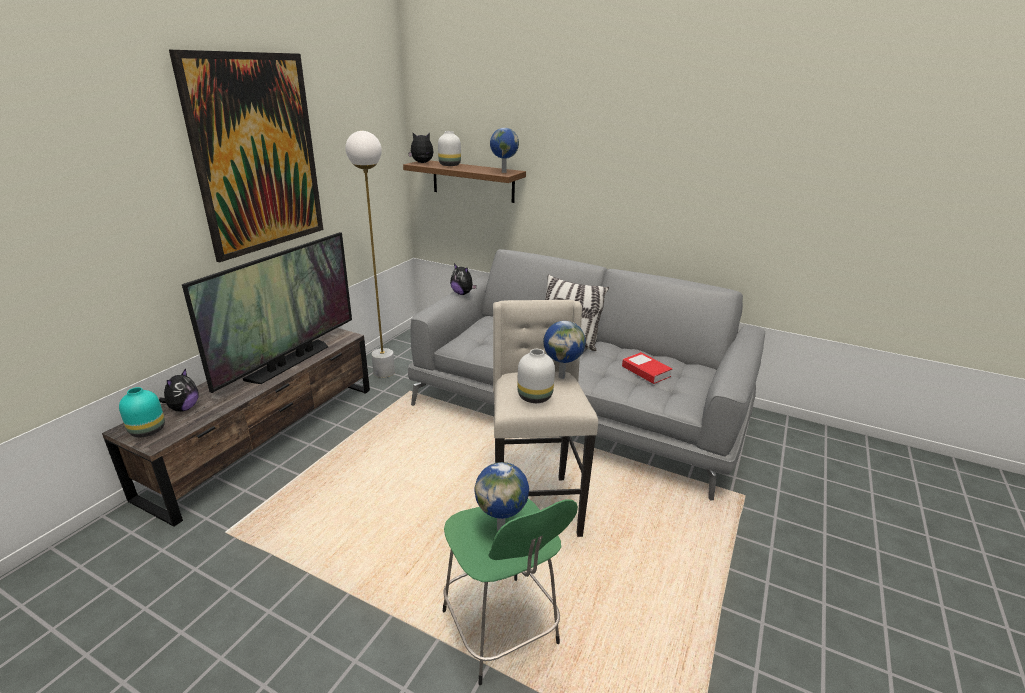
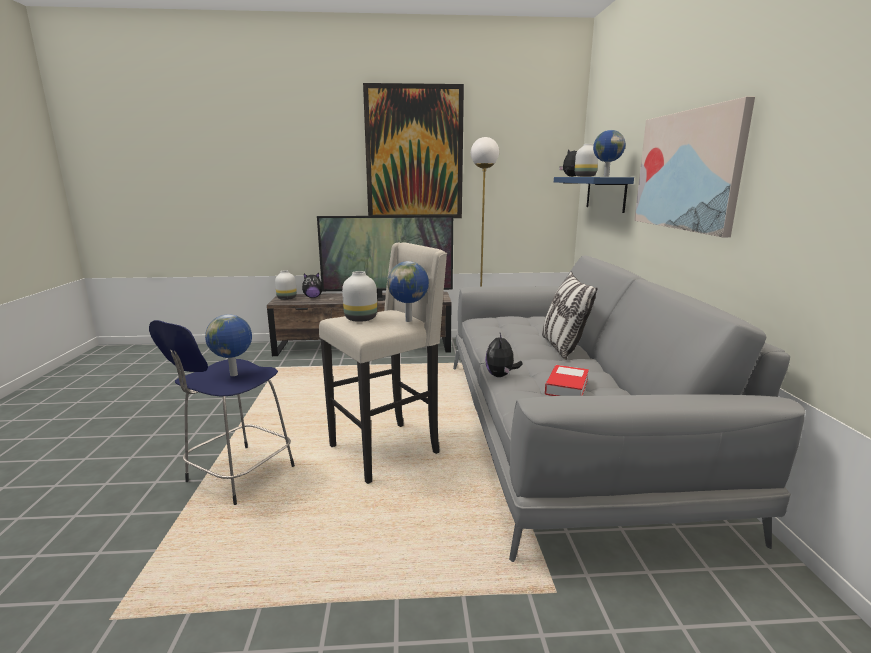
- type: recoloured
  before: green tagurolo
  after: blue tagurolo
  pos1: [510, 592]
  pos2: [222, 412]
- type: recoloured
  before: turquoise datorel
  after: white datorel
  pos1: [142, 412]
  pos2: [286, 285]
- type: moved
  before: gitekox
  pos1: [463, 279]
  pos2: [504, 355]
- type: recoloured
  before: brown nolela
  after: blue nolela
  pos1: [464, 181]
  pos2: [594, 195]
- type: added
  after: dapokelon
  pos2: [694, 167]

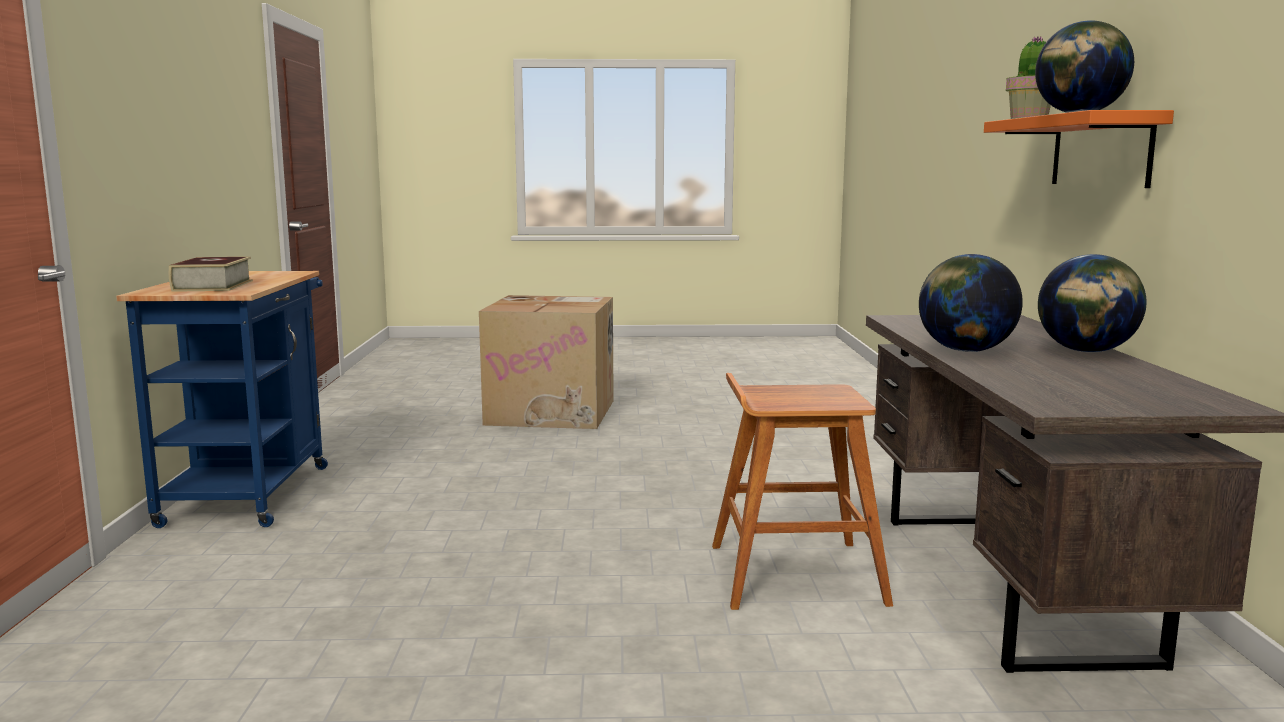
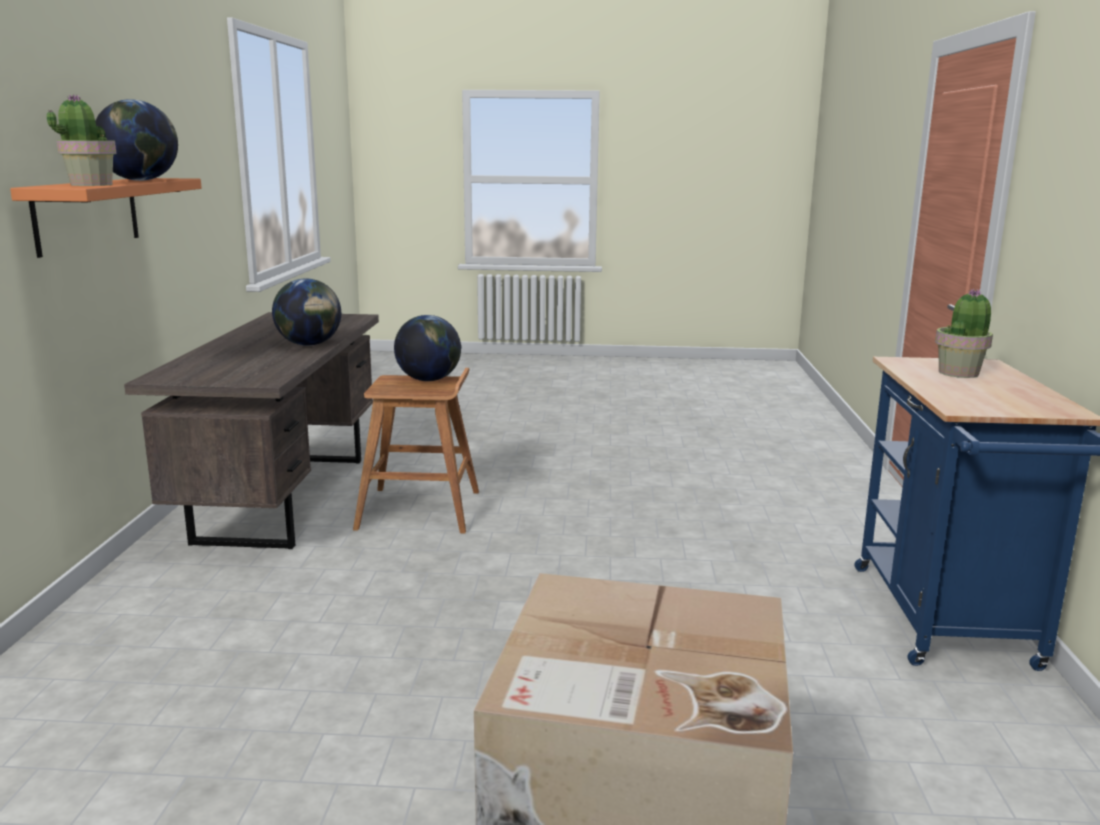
- type: moved
  before: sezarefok
  pos1: [1092, 303]
  pos2: [427, 348]
- type: replaced
  before: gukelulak
  after: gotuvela
  pos1: [211, 274]
  pos2: [964, 333]

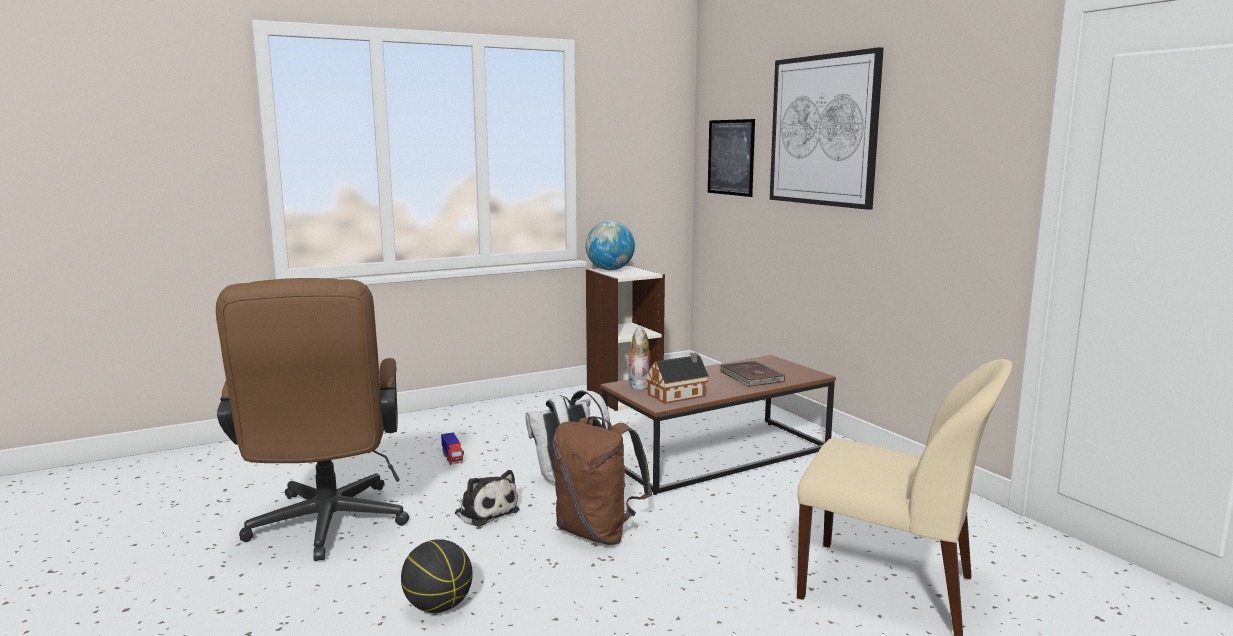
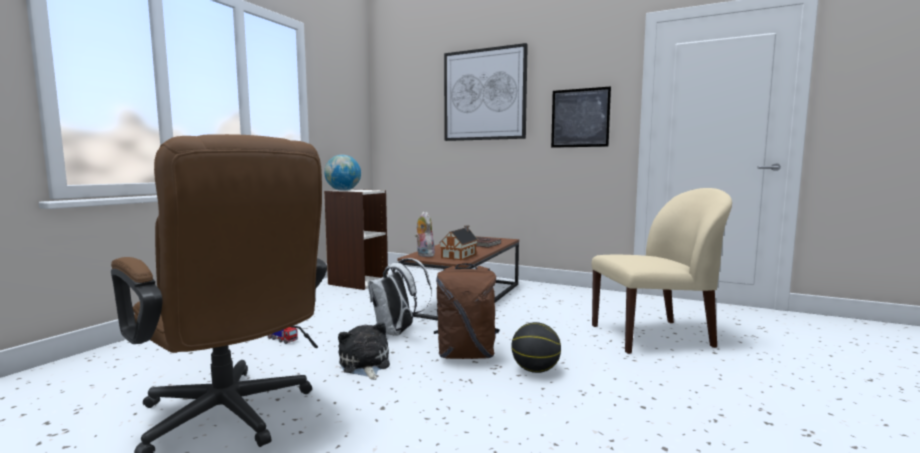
- type: turned
  before: gitekox
  pos1: [487, 498]
  pos2: [364, 351]
  turn: -120
- type: moved
  before: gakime
  pos1: [437, 576]
  pos2: [536, 347]
- type: moved
  before: dapokelon
  pos1: [731, 158]
  pos2: [581, 117]

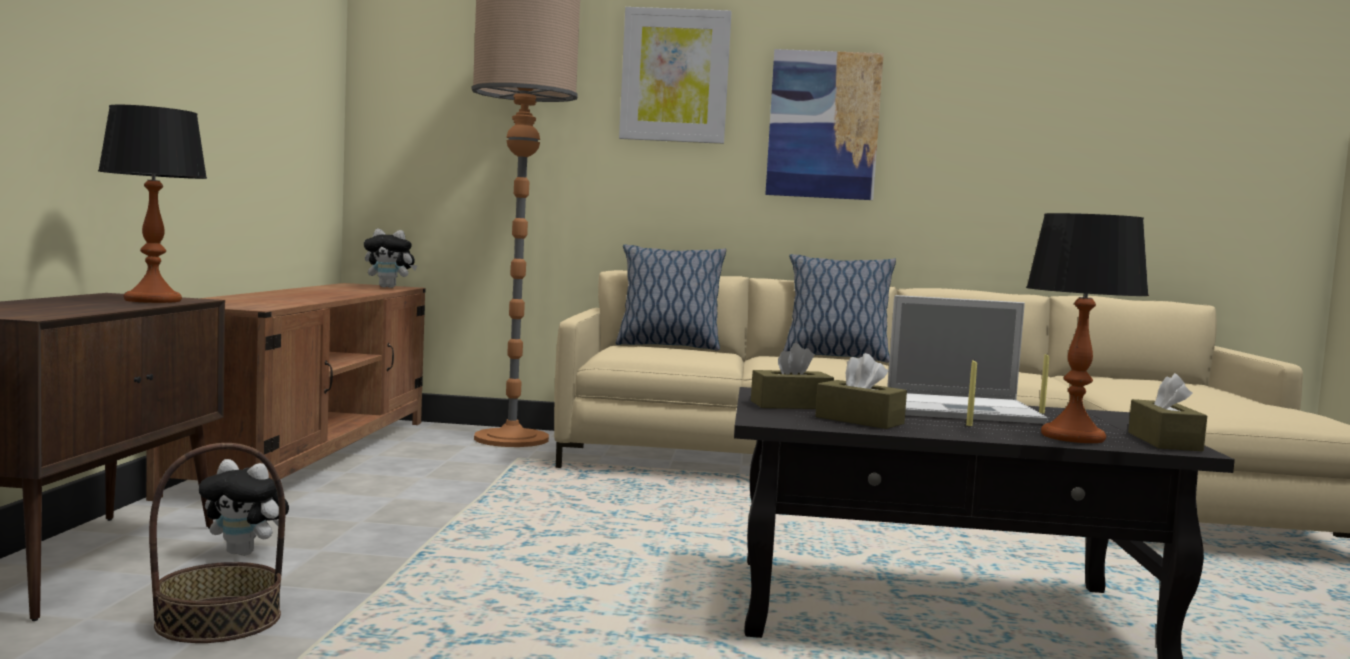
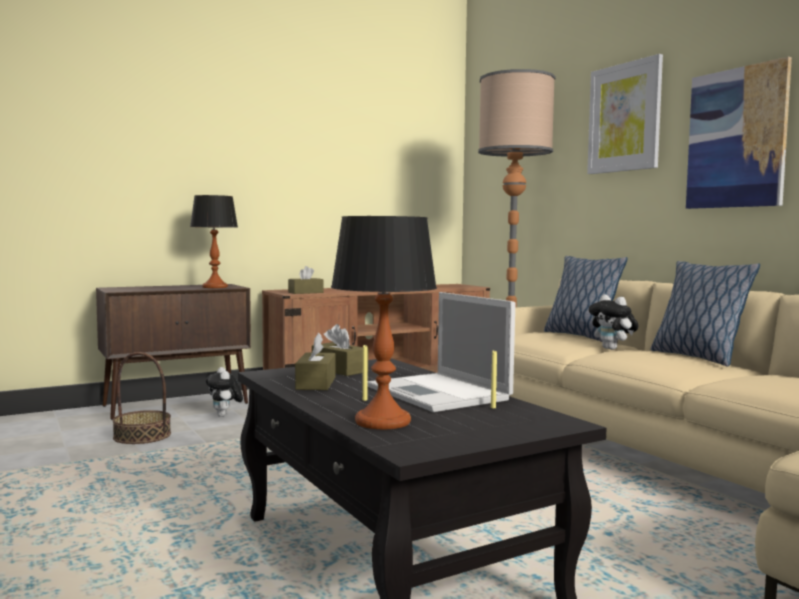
- type: moved
  before: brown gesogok
  pos1: [1167, 412]
  pos2: [306, 280]
- type: moved
  before: gitekox
  pos1: [391, 258]
  pos2: [614, 322]

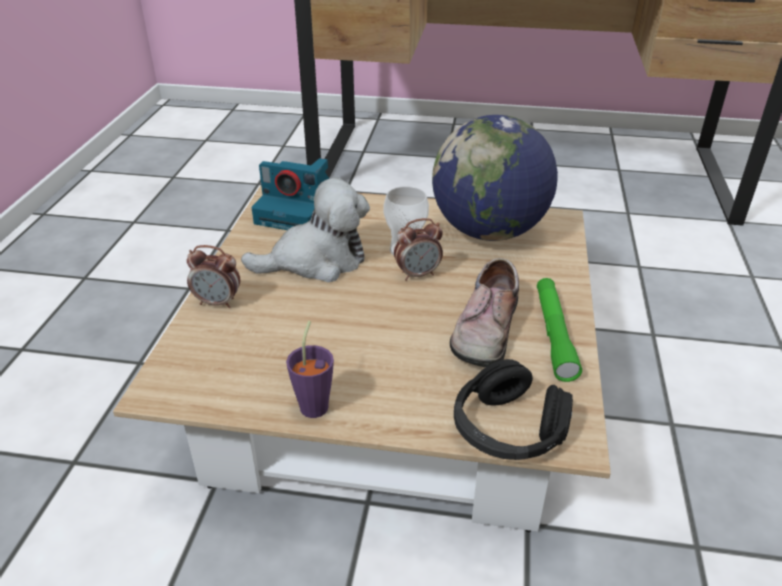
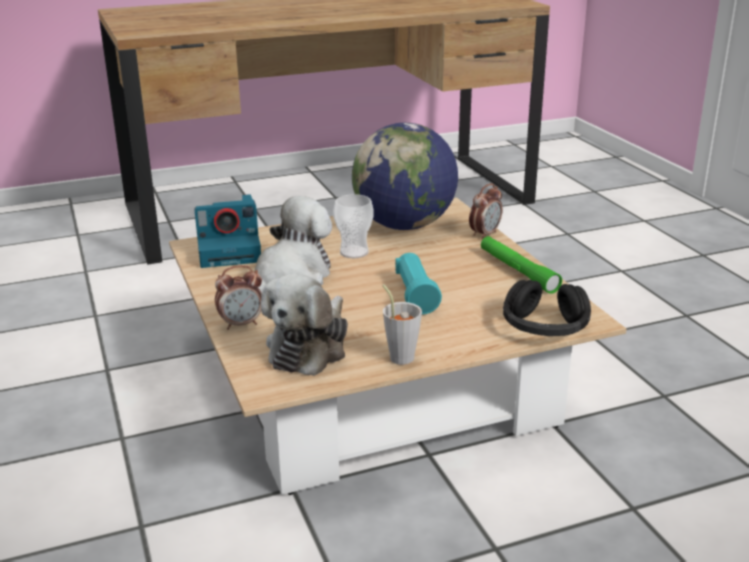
- type: added
  after: gitekox
  pos2: [304, 325]
- type: recoloured
  before: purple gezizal
  after: grey gezizal
  pos1: [310, 369]
  pos2: [402, 324]
- type: added
  after: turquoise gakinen
  pos2: [418, 283]
- type: moved
  before: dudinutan
  pos1: [418, 249]
  pos2: [486, 211]
- type: removed
  before: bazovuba
  pos1: [484, 313]

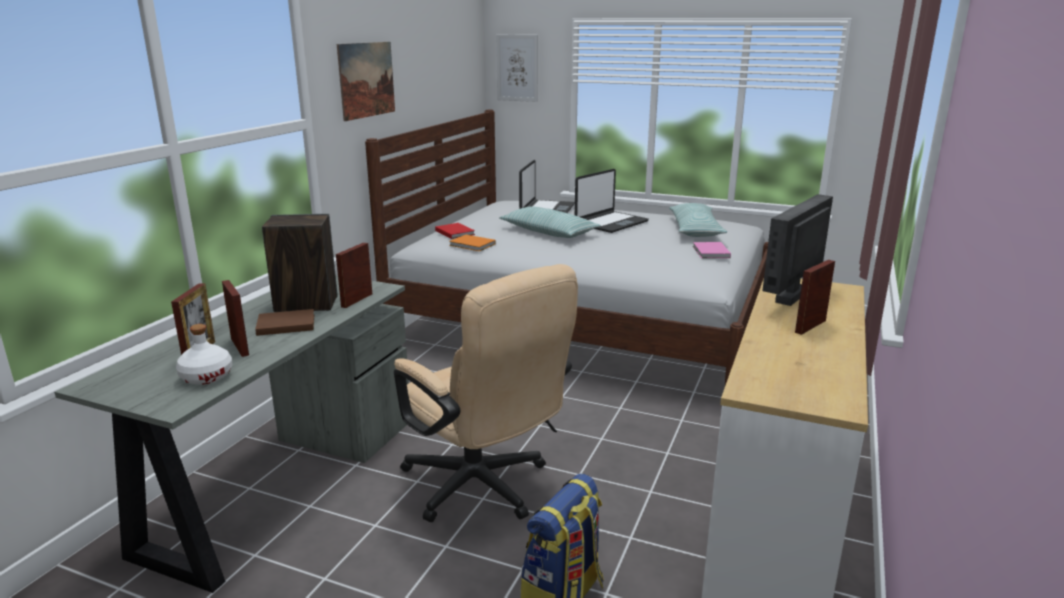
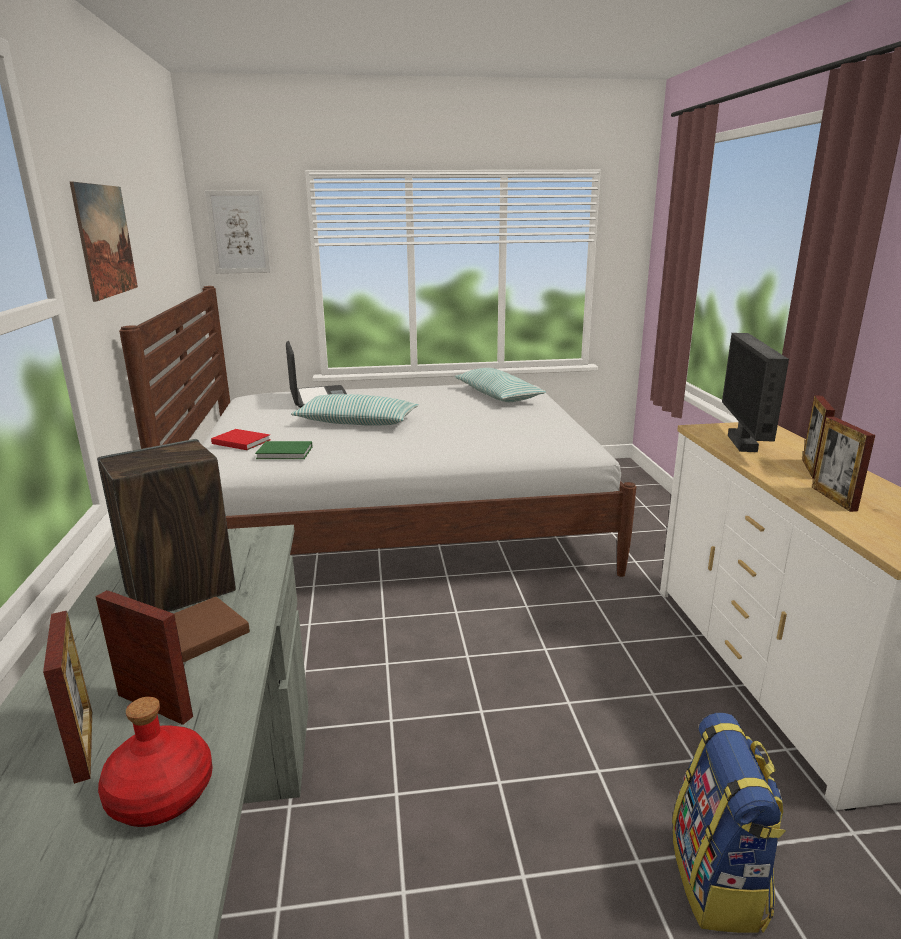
- type: recoloured
  before: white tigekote
  after: red tigekote
  pos1: [204, 354]
  pos2: [155, 762]
- type: recoloured
  before: orange gukelulak
  after: green gukelulak
  pos1: [472, 243]
  pos2: [284, 450]
- type: moved
  before: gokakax
  pos1: [354, 275]
  pos2: [843, 464]
- type: removed
  before: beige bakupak
  pos1: [486, 393]
- type: removed
  before: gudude
  pos1: [612, 201]
- type: removed
  before: pink gukelulak
  pos1: [712, 250]

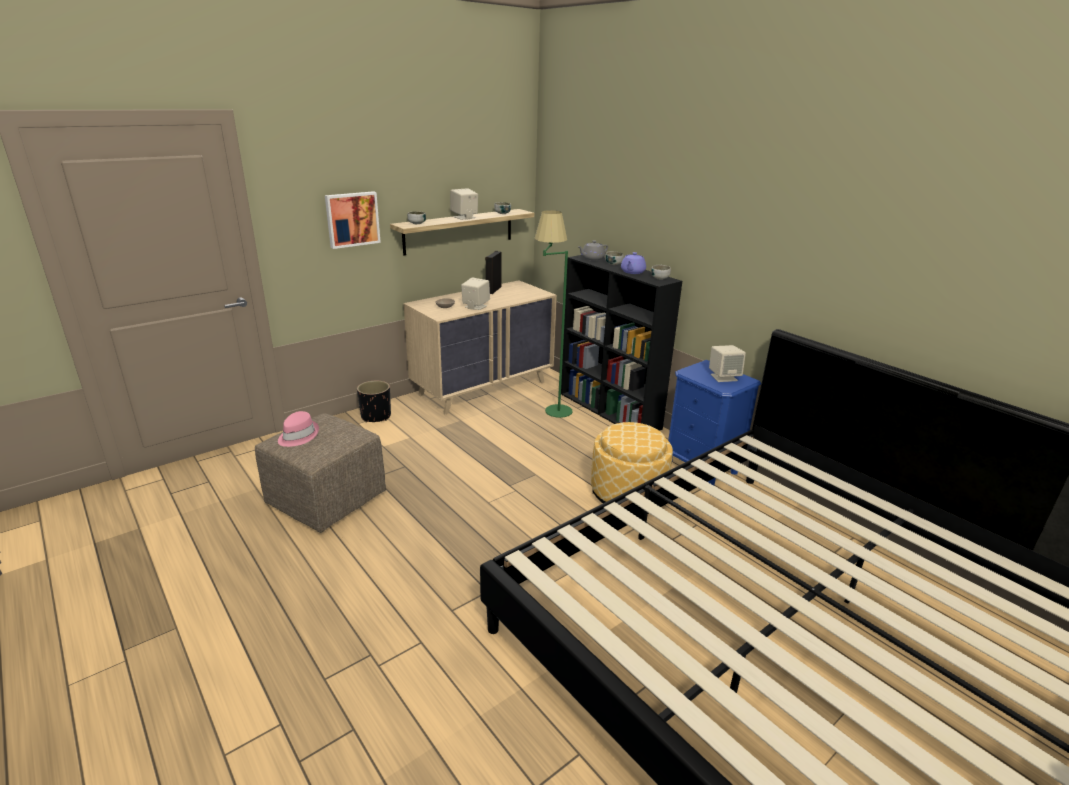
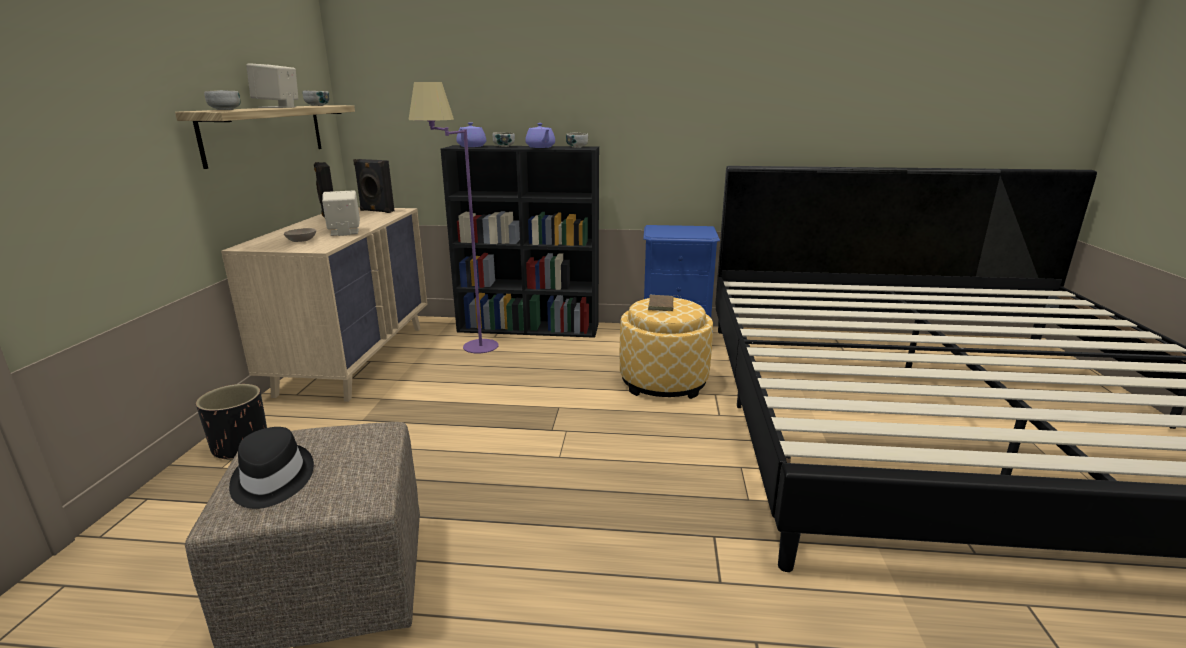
- type: recoloured
  before: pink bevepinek
  after: black bevepinek
  pos1: [298, 429]
  pos2: [271, 468]
- type: added
  after: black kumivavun
  pos2: [374, 186]
- type: recoloured
  before: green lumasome
  after: purple lumasome
  pos1: [554, 314]
  pos2: [453, 217]
- type: recoloured
  before: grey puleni
  after: purple puleni
  pos1: [593, 250]
  pos2: [471, 134]
- type: added
  after: brown gukelulak
  pos2: [664, 303]
- type: removed
  before: dapokelon
  pos1: [353, 220]
- type: removed
  before: beige kumivavun
  pos1: [727, 363]

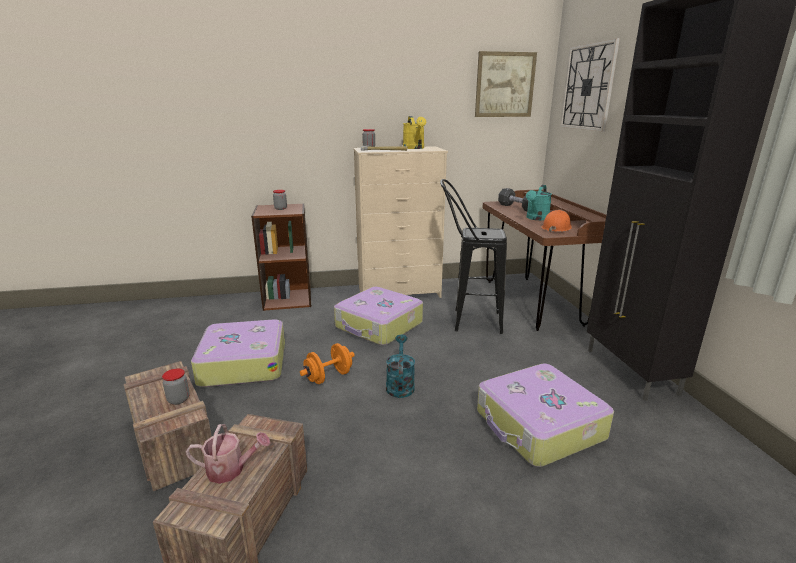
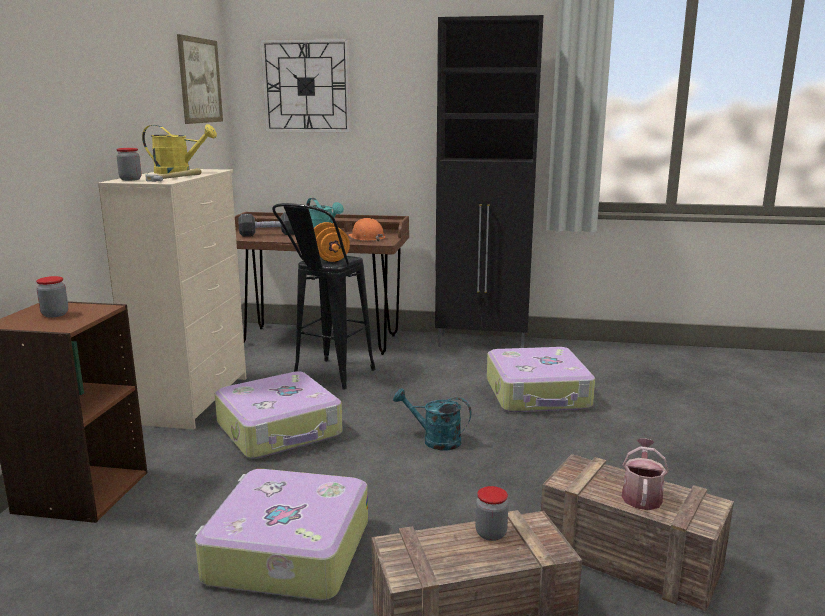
- type: moved
  before: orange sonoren
  pos1: [327, 363]
  pos2: [332, 242]

